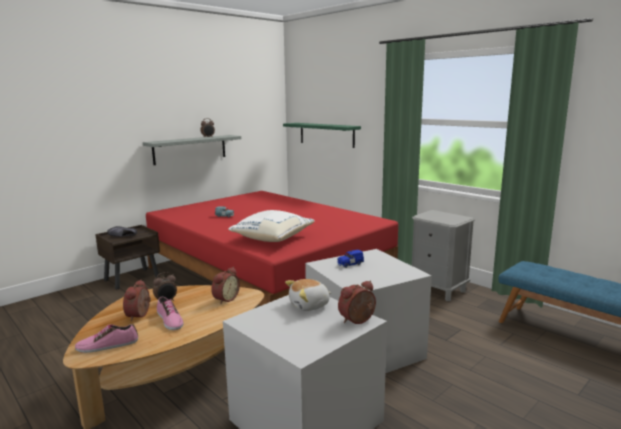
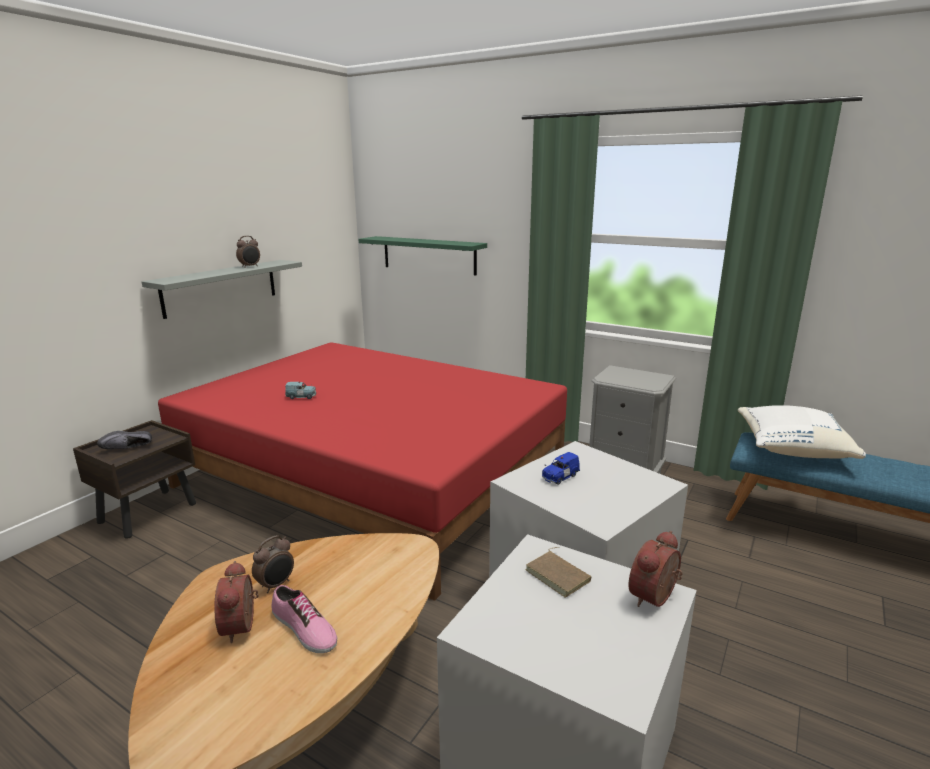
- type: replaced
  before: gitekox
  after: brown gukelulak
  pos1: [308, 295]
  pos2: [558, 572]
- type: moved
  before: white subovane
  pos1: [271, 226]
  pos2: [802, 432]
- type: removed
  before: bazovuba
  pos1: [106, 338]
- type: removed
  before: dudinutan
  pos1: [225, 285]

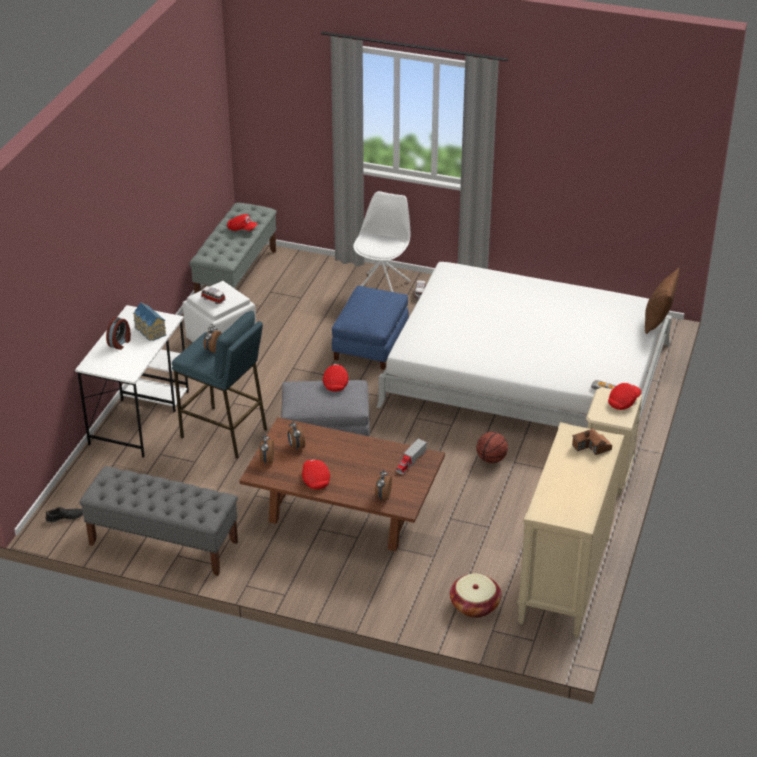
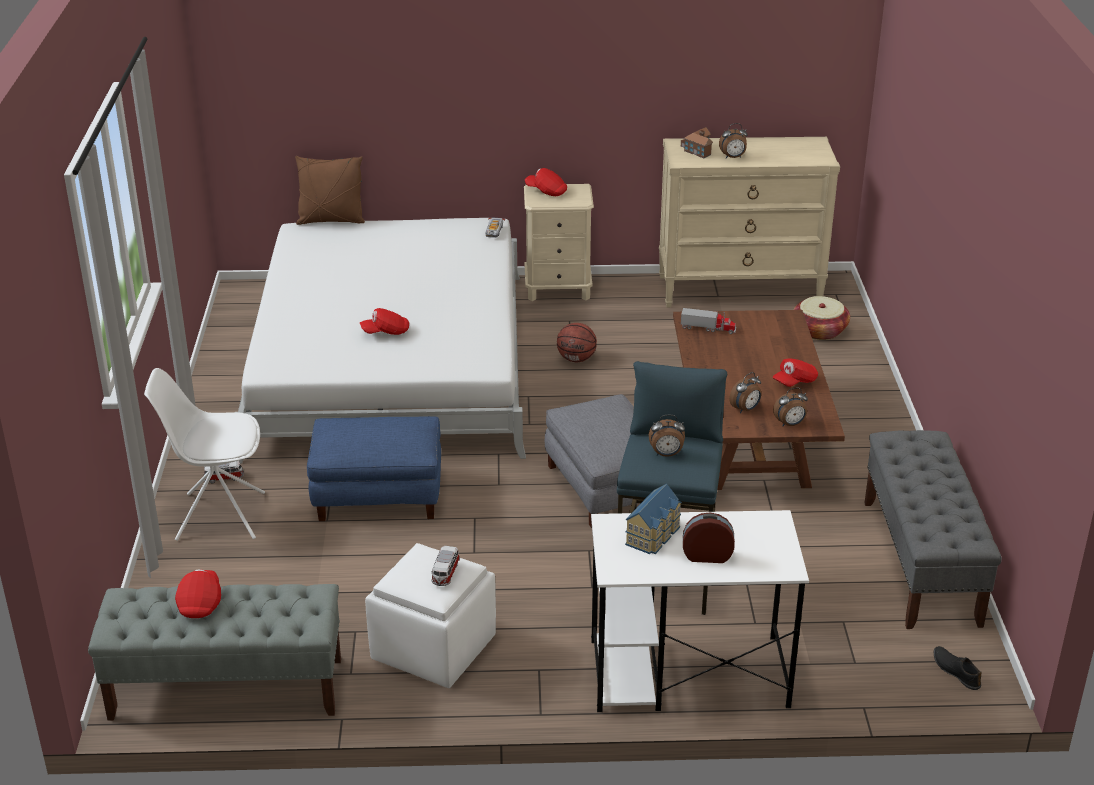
- type: moved
  before: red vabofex
  pos1: [335, 378]
  pos2: [384, 321]
- type: moved
  before: dudinutan
  pos1: [383, 485]
  pos2: [733, 140]

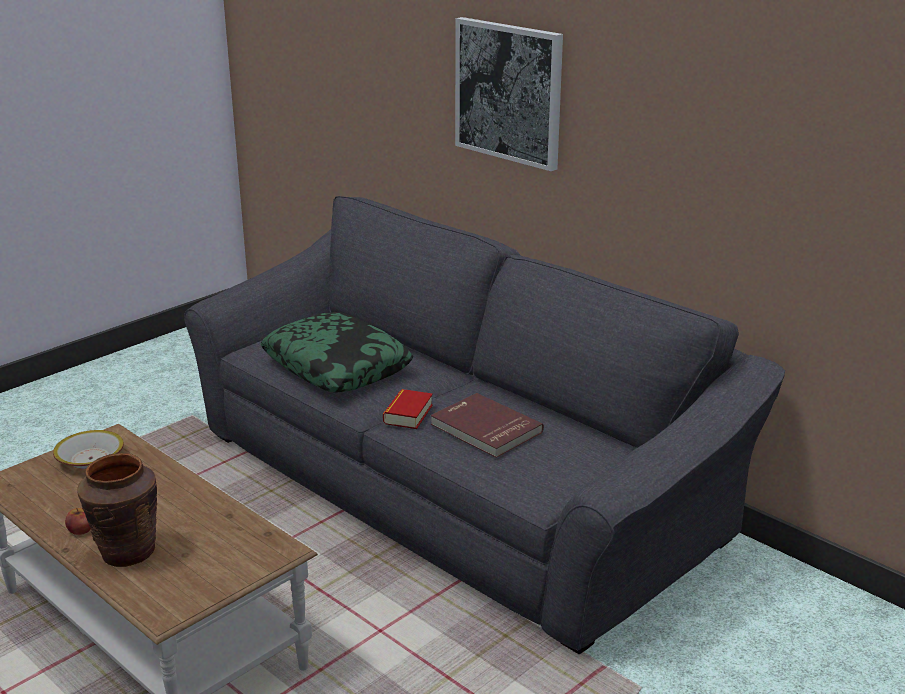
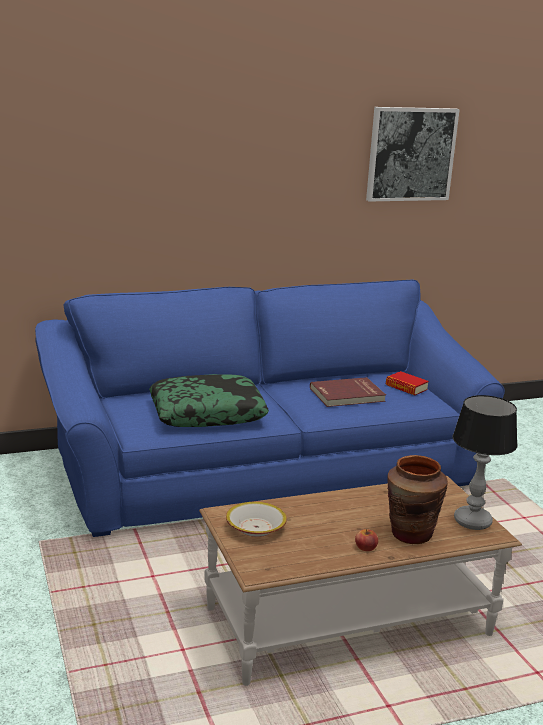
- type: recoloured
  before: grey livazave
  after: blue livazave
  pos1: [484, 425]
  pos2: [270, 408]
- type: moved
  before: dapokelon
  pos1: [509, 94]
  pos2: [413, 154]
- type: moved
  before: gukelulak
  pos1: [408, 409]
  pos2: [407, 383]
- type: added
  after: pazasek
  pos2: [485, 462]

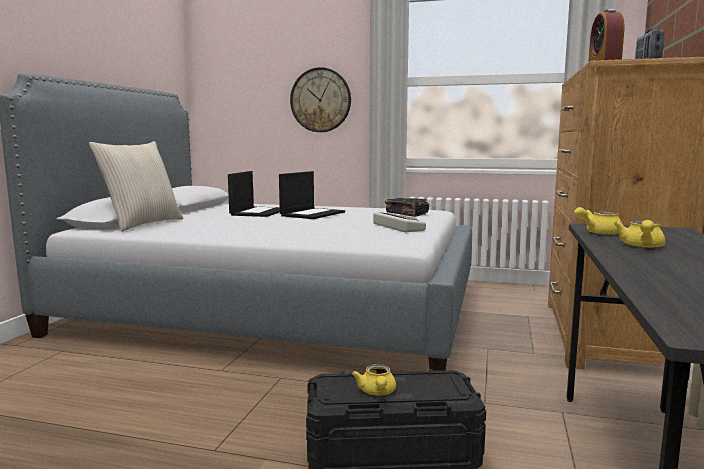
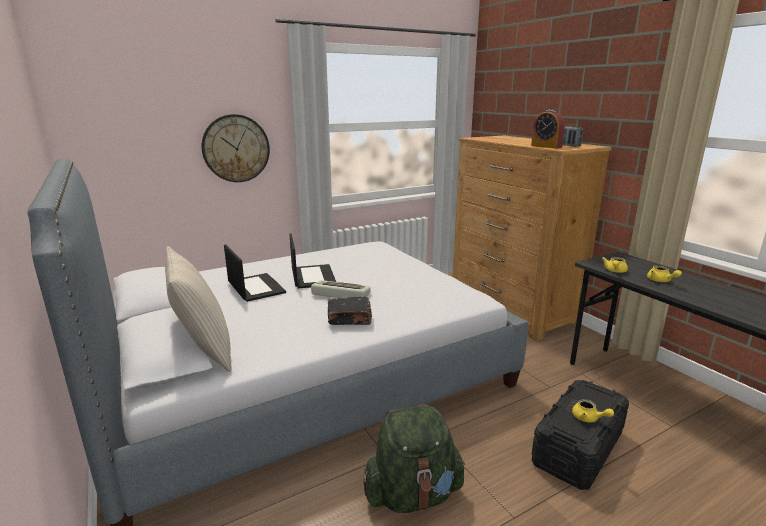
- type: moved
  before: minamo
  pos1: [399, 222]
  pos2: [341, 289]
- type: moved
  before: black gukelulak
  pos1: [407, 207]
  pos2: [350, 310]
- type: added
  after: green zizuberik
  pos2: [414, 458]

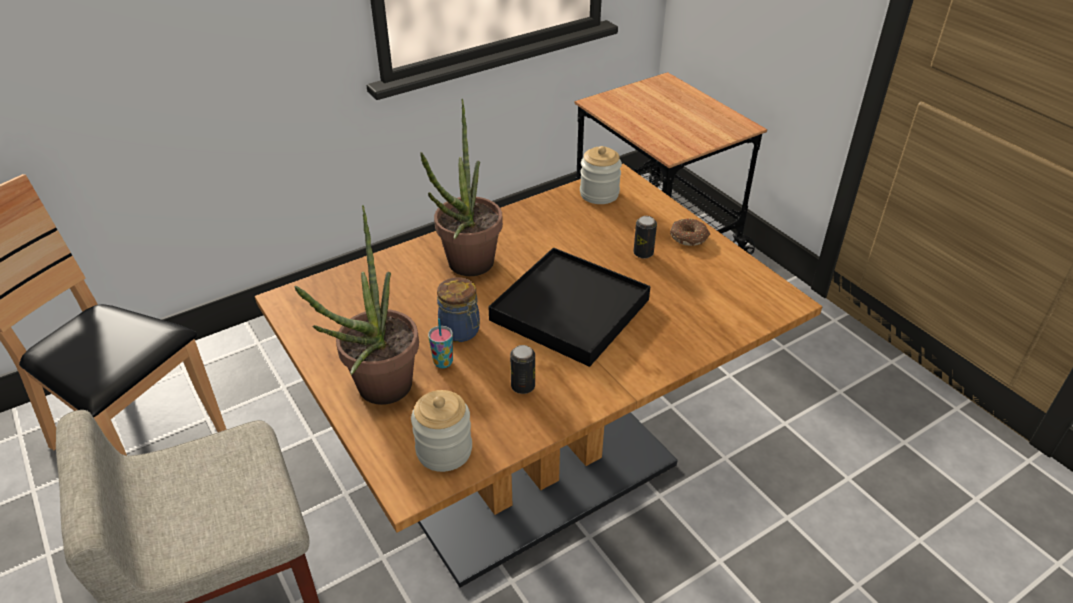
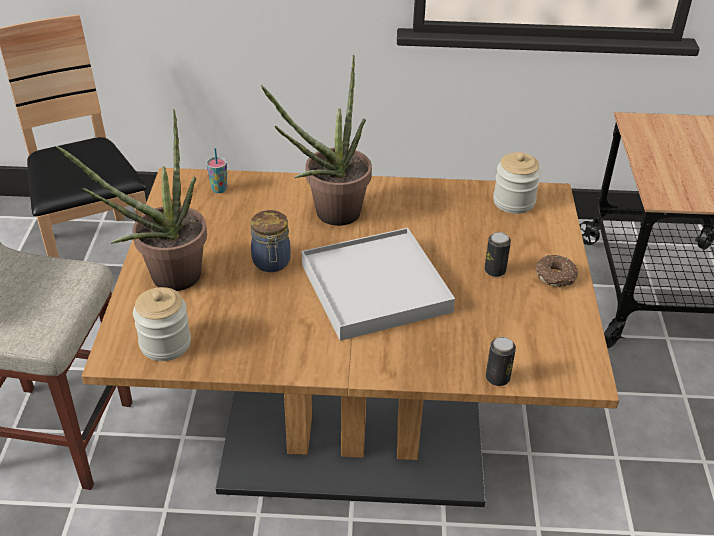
- type: moved
  before: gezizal
  pos1: [440, 343]
  pos2: [216, 170]
- type: recoloured
  before: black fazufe
  after: white fazufe
  pos1: [569, 307]
  pos2: [378, 284]
- type: moved
  before: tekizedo
  pos1: [522, 369]
  pos2: [501, 361]

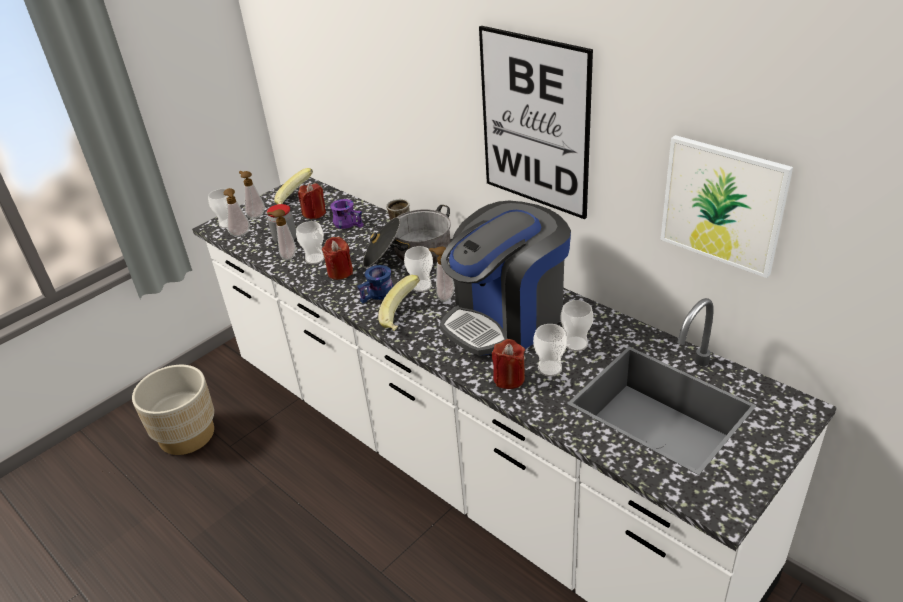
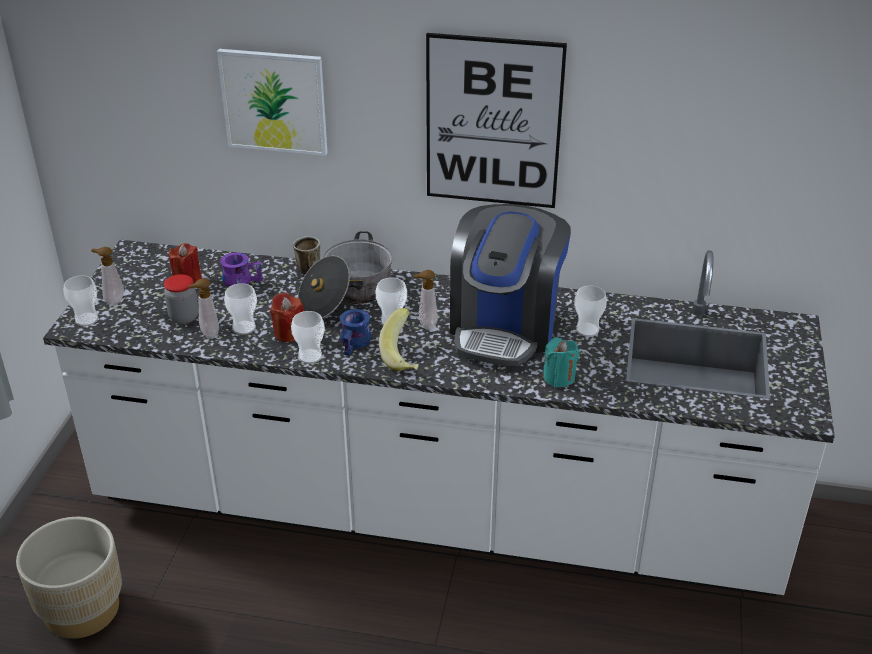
- type: moved
  before: dapokelon
  pos1: [727, 206]
  pos2: [272, 102]
- type: moved
  before: gezizal
  pos1: [550, 350]
  pos2: [308, 337]
- type: recoloured
  before: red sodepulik
  after: turquoise sodepulik
  pos1: [508, 364]
  pos2: [561, 363]
- type: removed
  before: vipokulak
  pos1: [237, 212]
- type: removed
  before: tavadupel
  pos1: [293, 186]

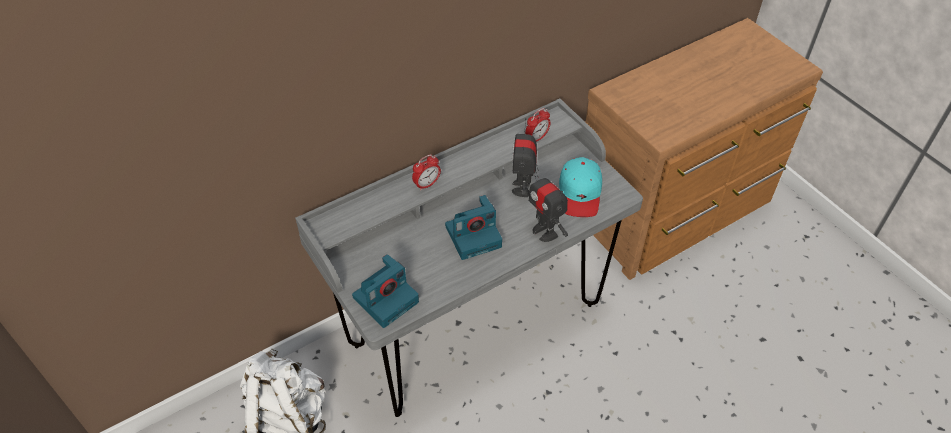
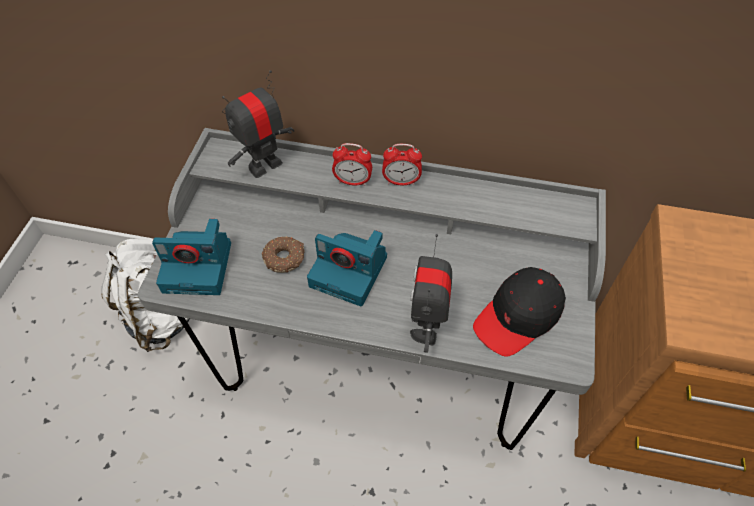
- type: moved
  before: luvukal
  pos1: [524, 157]
  pos2: [258, 124]
- type: added
  after: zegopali
  pos2: [283, 254]
- type: moved
  before: dudinutan
  pos1: [537, 125]
  pos2: [402, 164]
- type: recoloured
  before: turquoise vabofex
  after: black vabofex
  pos1: [580, 187]
  pos2: [519, 312]

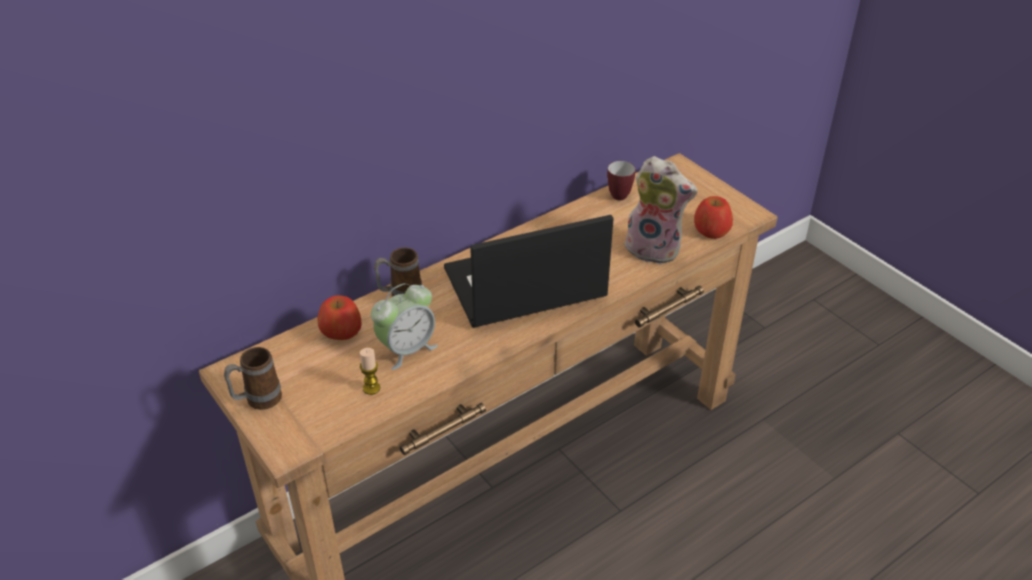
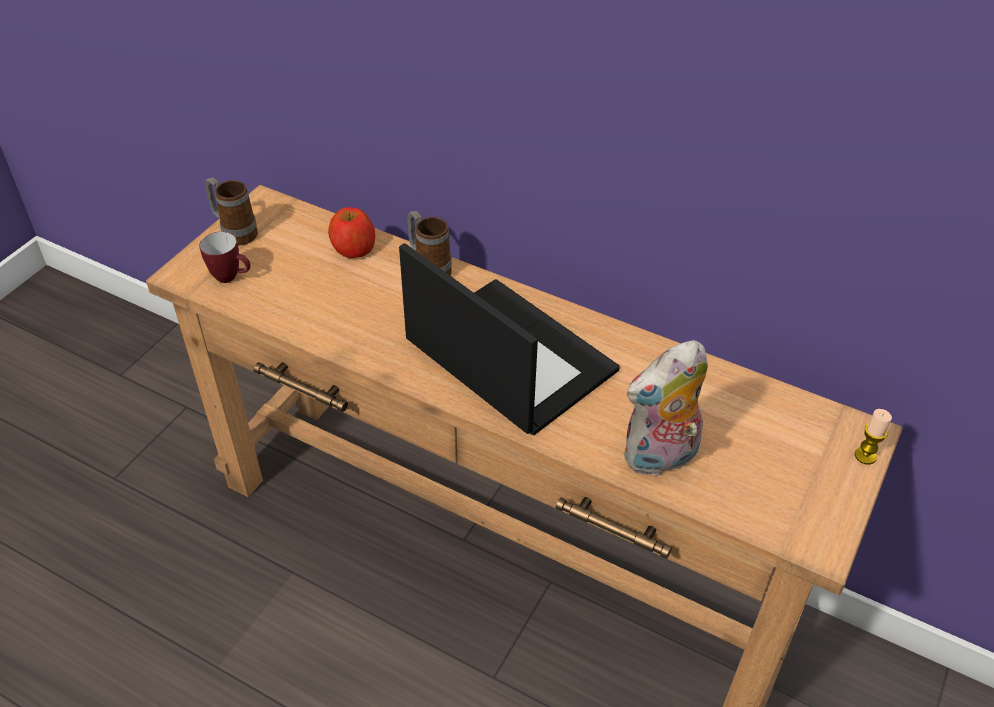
- type: moved
  before: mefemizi
  pos1: [621, 180]
  pos2: [224, 257]
- type: turned
  before: gitekox
  pos1: [659, 210]
  pos2: [666, 408]
  turn: 60
- type: moved
  before: sodepulik
  pos1: [370, 371]
  pos2: [873, 436]
- type: removed
  before: dudinutan
  pos1: [404, 326]
- type: removed
  before: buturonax
  pos1: [713, 217]

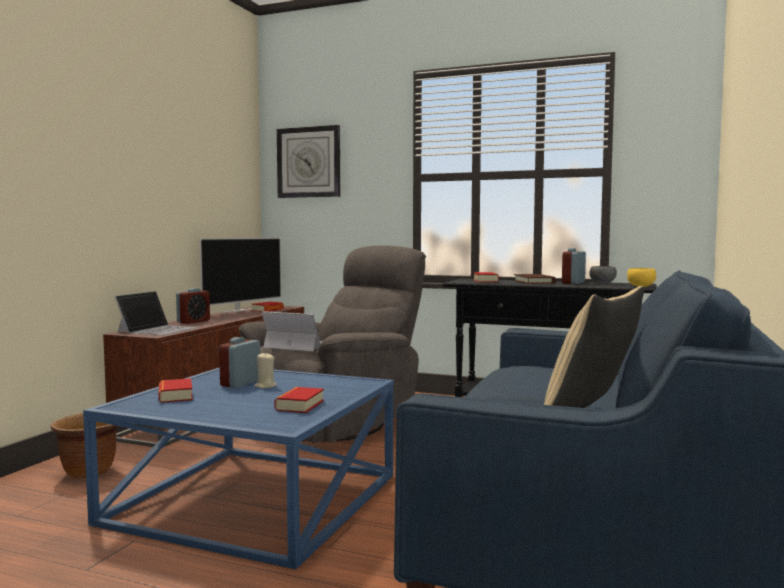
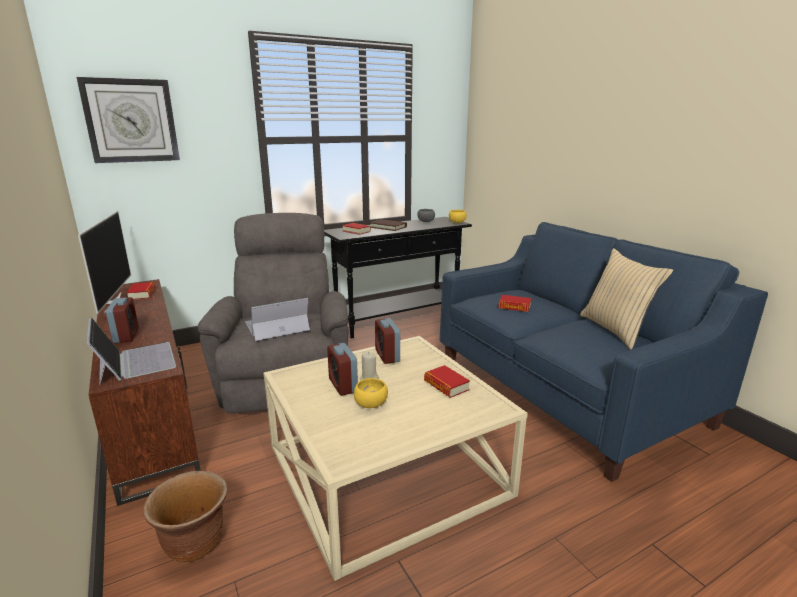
- type: recoloured
  before: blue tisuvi
  after: beige tisuvi
  pos1: [238, 468]
  pos2: [395, 458]
- type: added
  after: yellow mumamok
  pos2: [371, 393]
- type: moved
  before: dudinutan
  pos1: [574, 266]
  pos2: [387, 341]
- type: moved
  before: gukelulak
  pos1: [176, 390]
  pos2: [515, 303]

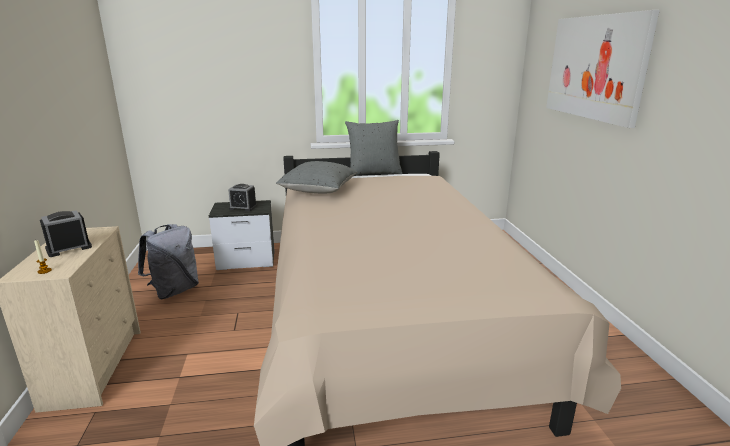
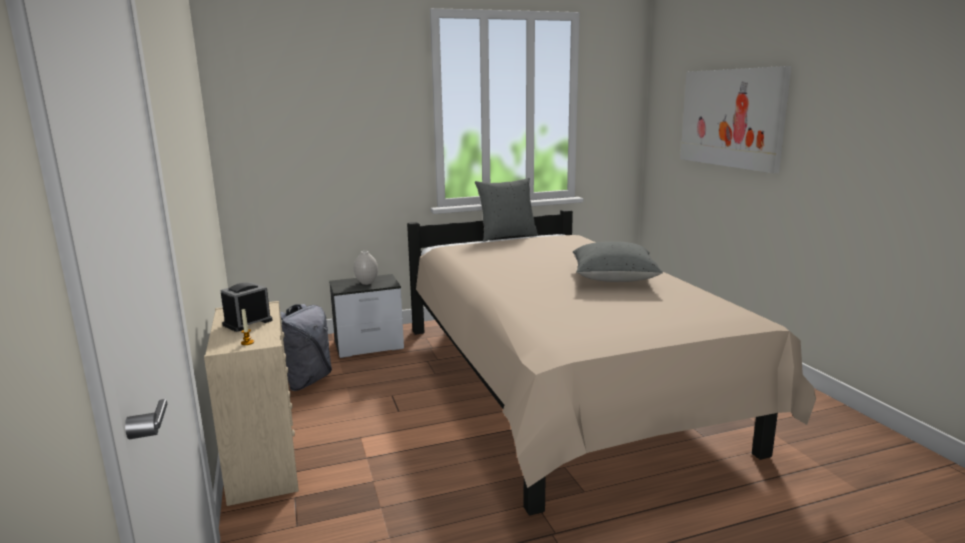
- type: replaced
  before: dudinutan
  after: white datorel
  pos1: [242, 197]
  pos2: [366, 268]
- type: moved
  before: grey subovane
  pos1: [317, 177]
  pos2: [618, 261]

